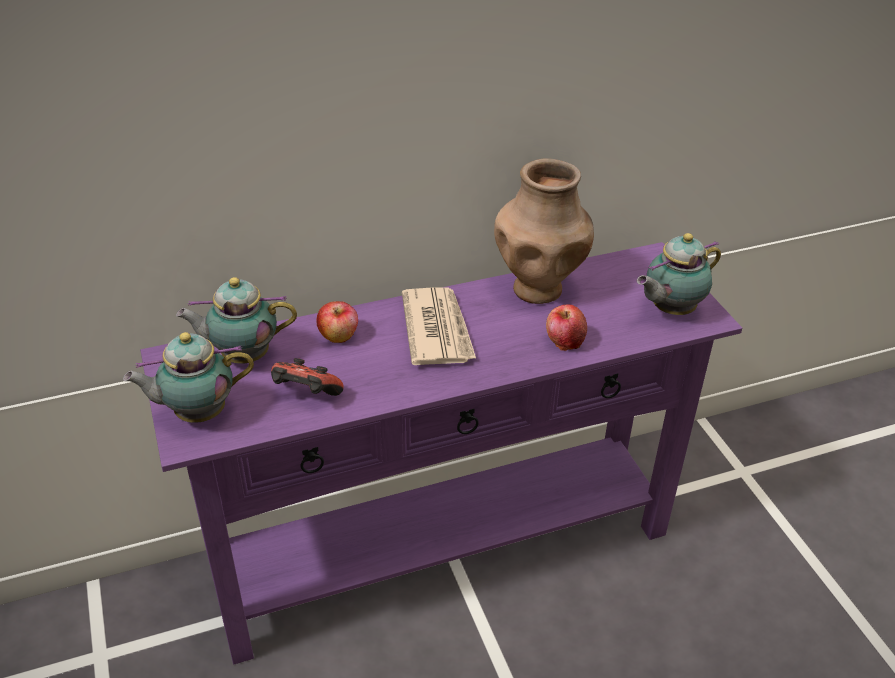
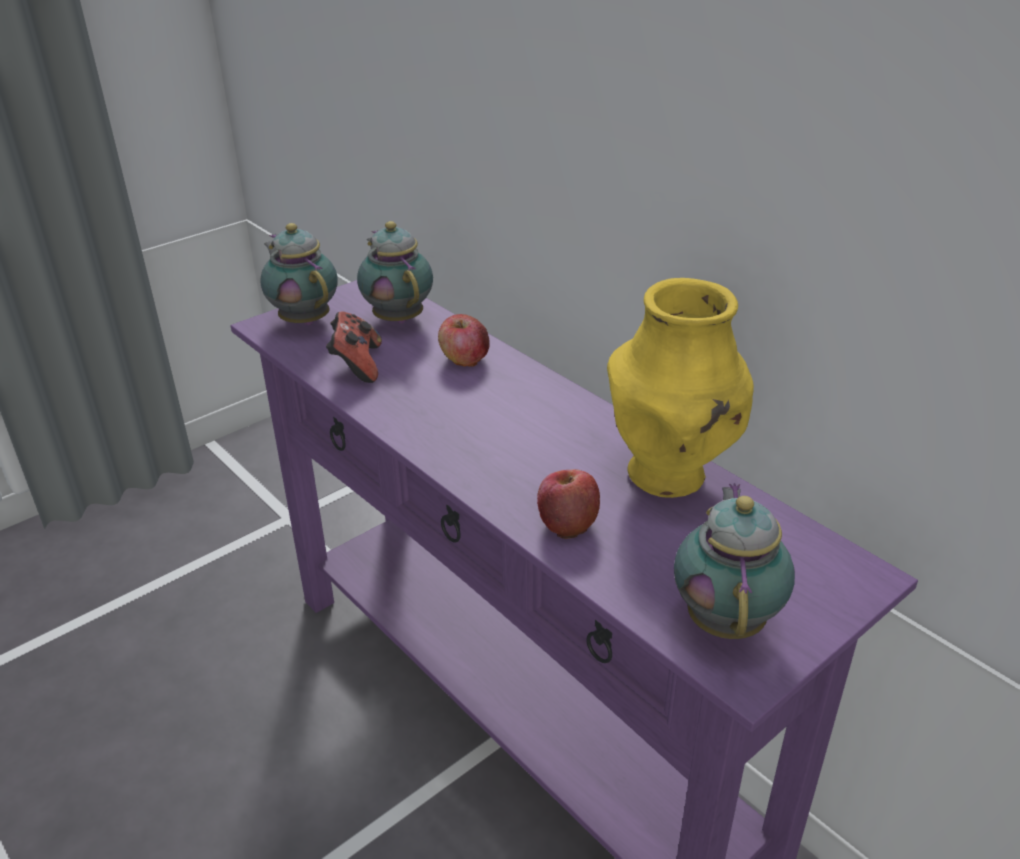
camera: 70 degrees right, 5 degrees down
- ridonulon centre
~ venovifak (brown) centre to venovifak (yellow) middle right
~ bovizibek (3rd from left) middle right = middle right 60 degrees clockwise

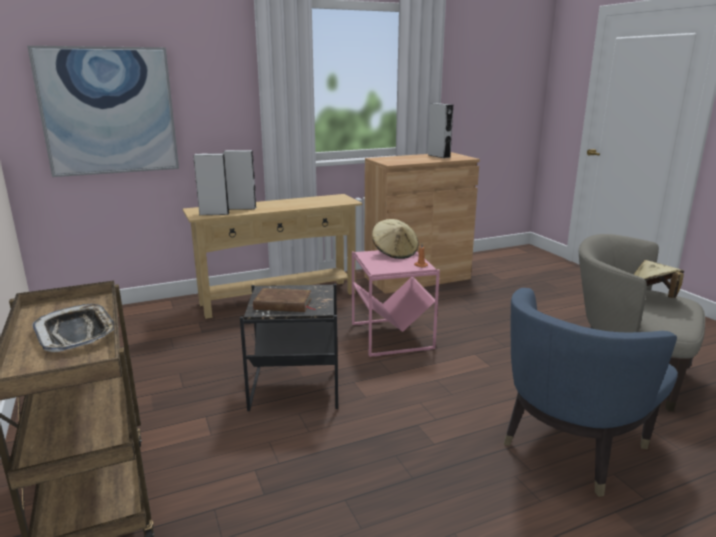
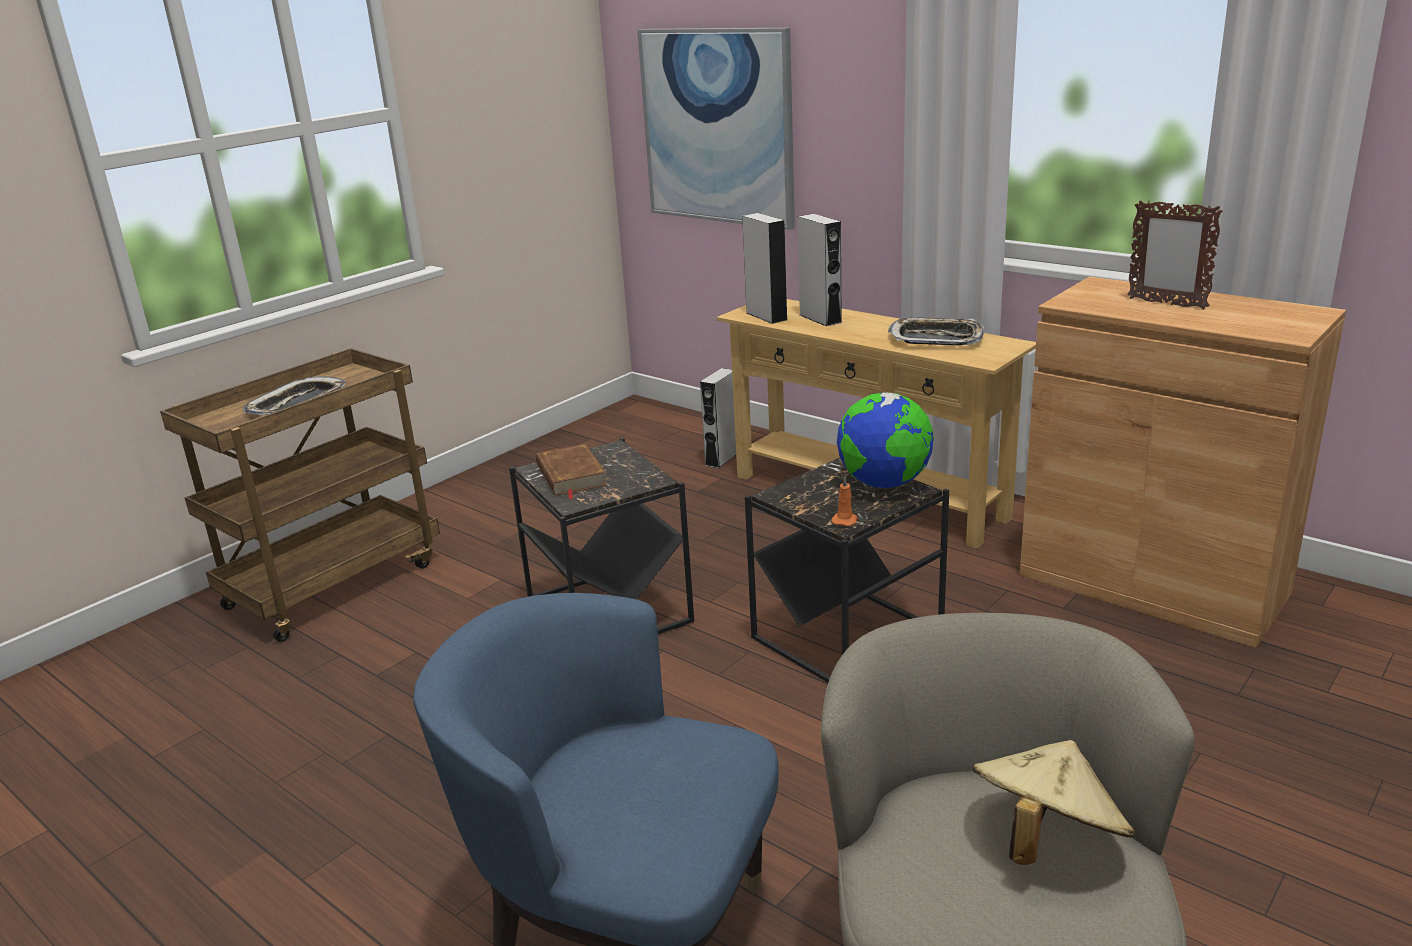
camera: 65 degrees right, 5 degrees up
~ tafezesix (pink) centre to tafezesix (black) (2nd from left) centre
~ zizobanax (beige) (1st from left) centre to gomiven centre
~ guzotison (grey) (3rd from left in the first image) top centre to guzotison (grey) (1st from left) centre
+ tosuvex (2nd from left) centre
+ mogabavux top right

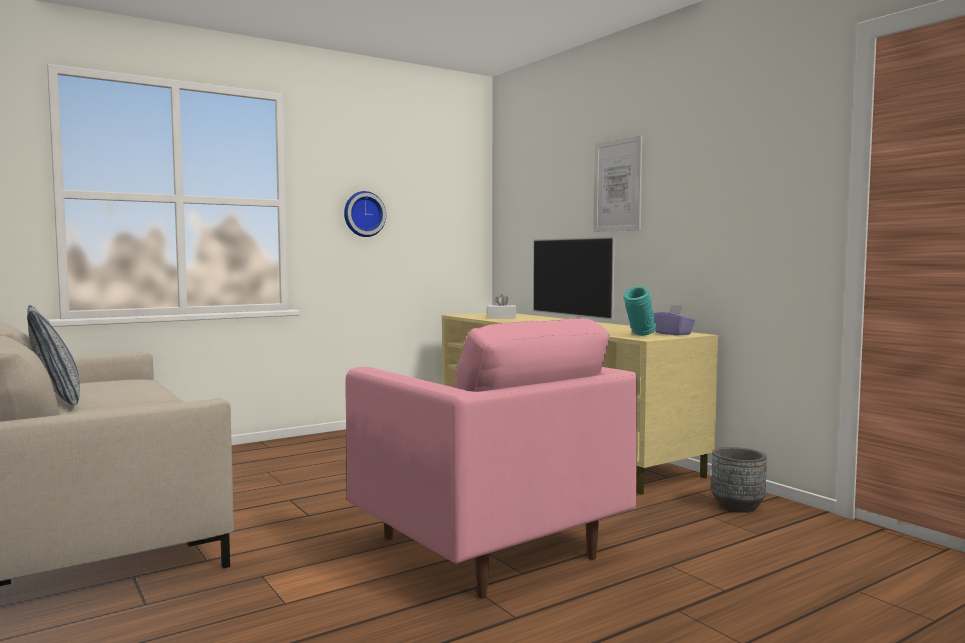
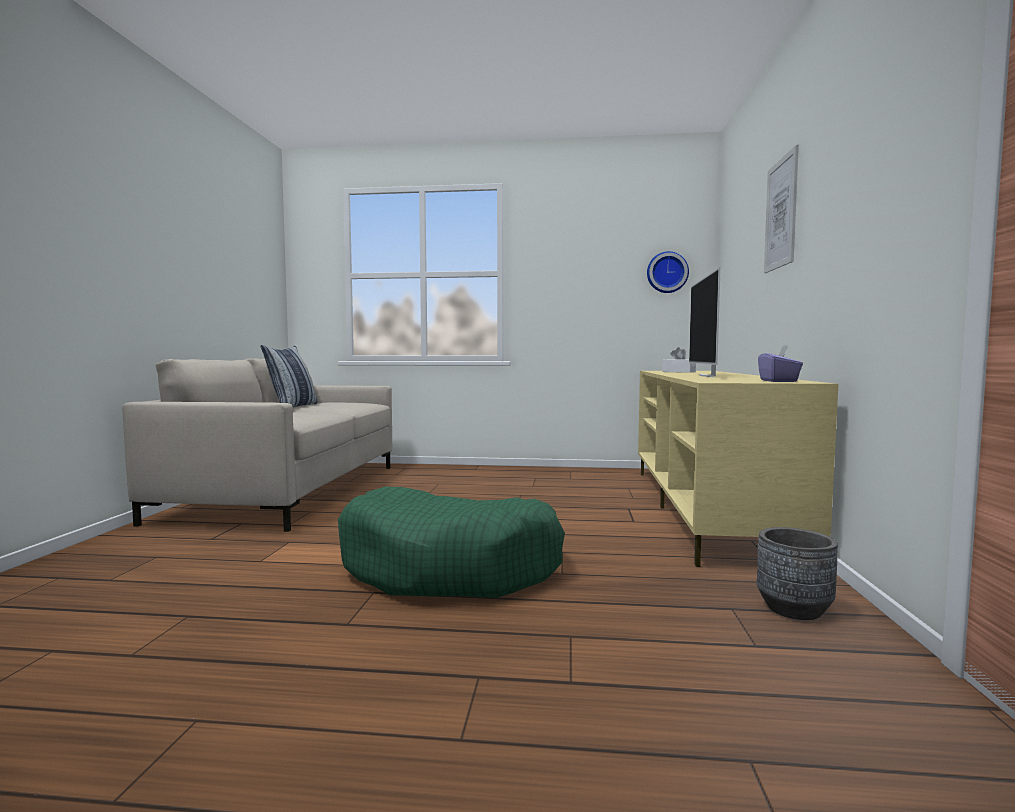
camera: 40 degrees right, 0 degrees up
~ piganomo top centre to centre
~ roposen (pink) bottom centre to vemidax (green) bottom centre
- venovifak (turquoise) centre

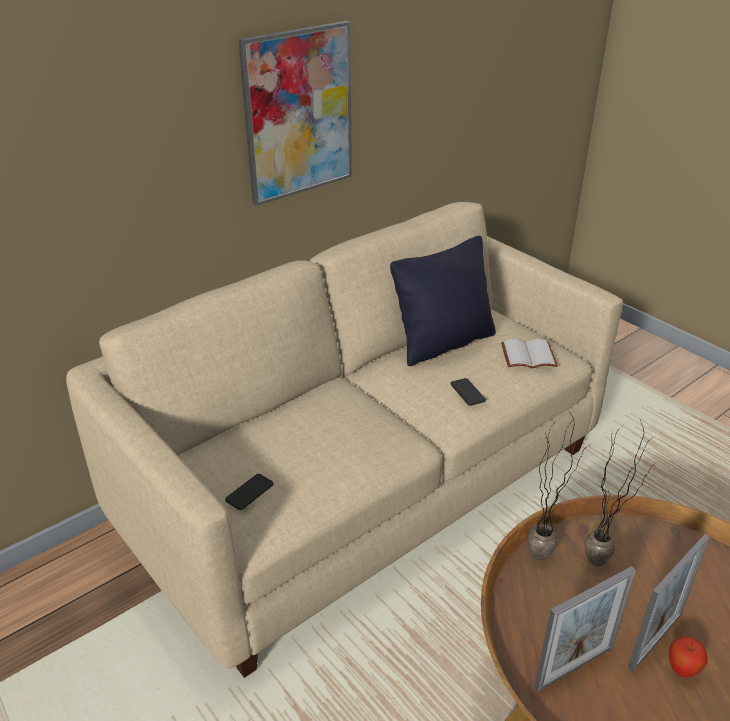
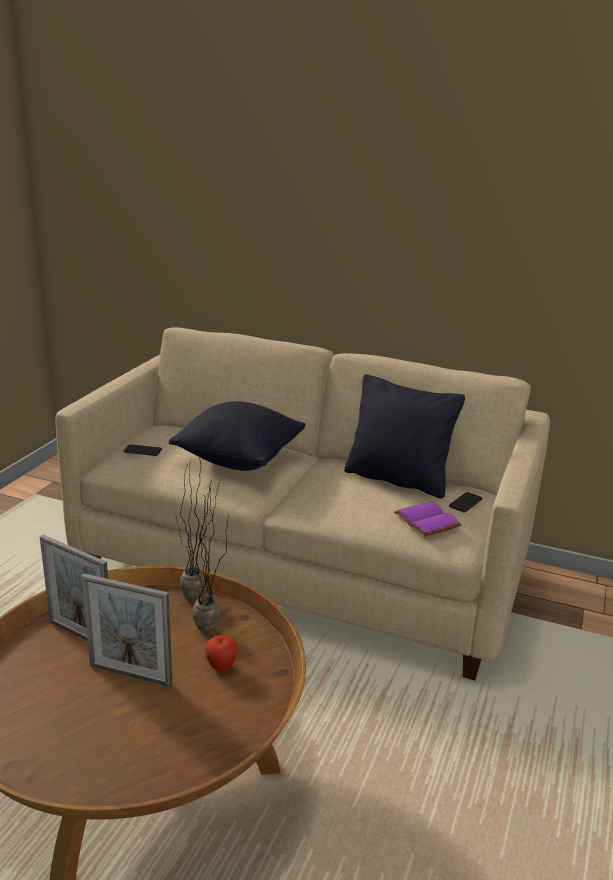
camera: 60 degrees right, 10 degrees down
- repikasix top centre
~ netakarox (2nd from left) centre to middle right
~ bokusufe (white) middle right to bokusufe (purple) middle right
~ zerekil bottom right to bottom centre
+ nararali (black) (1st from left) centre

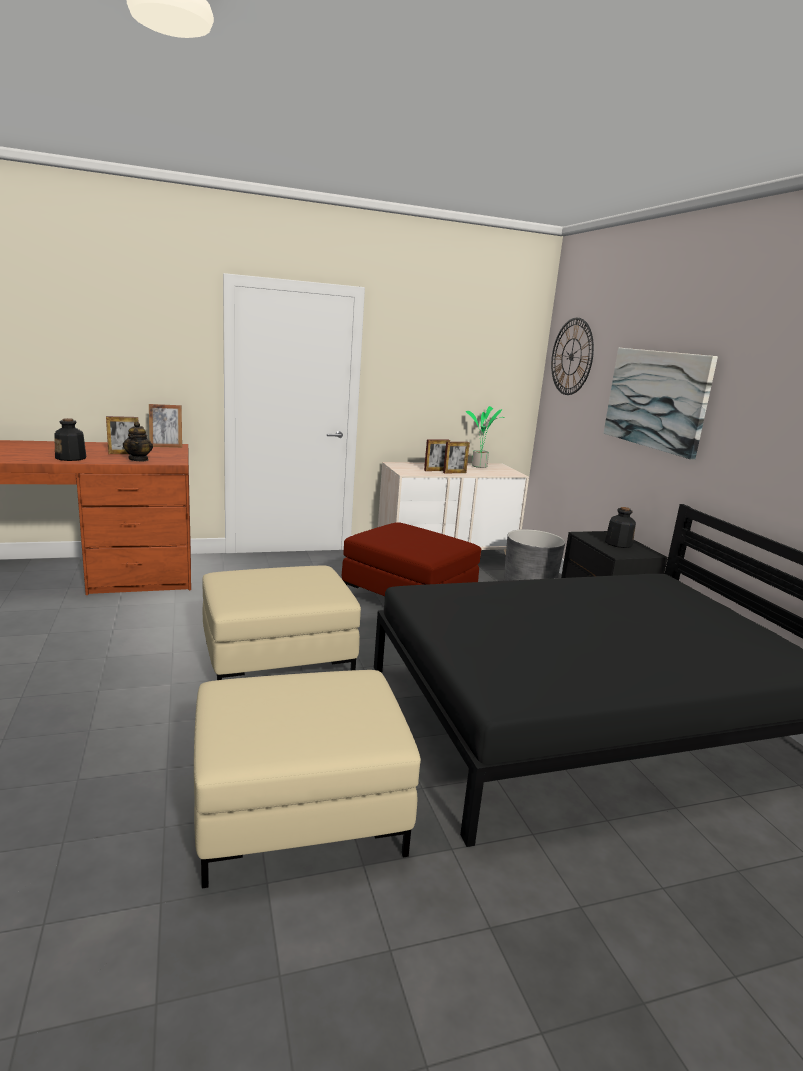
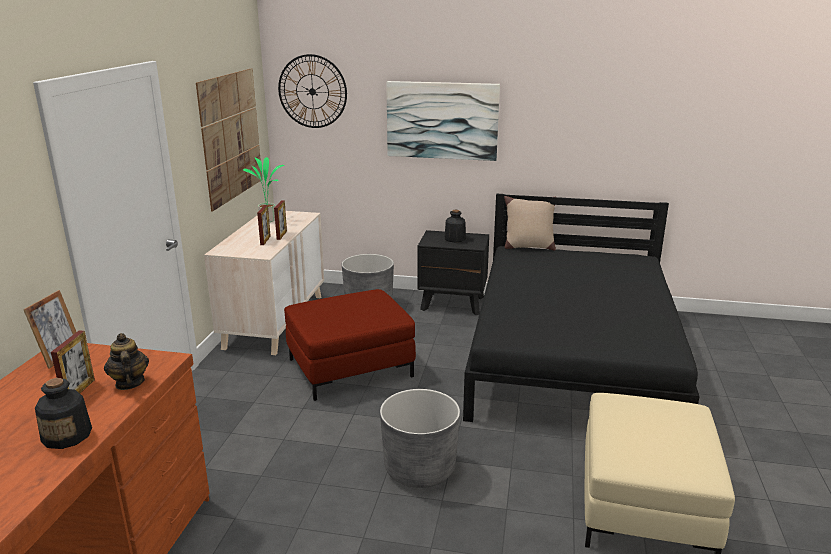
camera: 60 degrees left, 5 degrees up
~ bovizibek middle left = middle left 135 degrees counterclockwise
~ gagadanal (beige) (1st from left) centre to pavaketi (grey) (2nd from left) bottom centre
+ repikasix (1st from left) top left
+ nararali (beige) centre

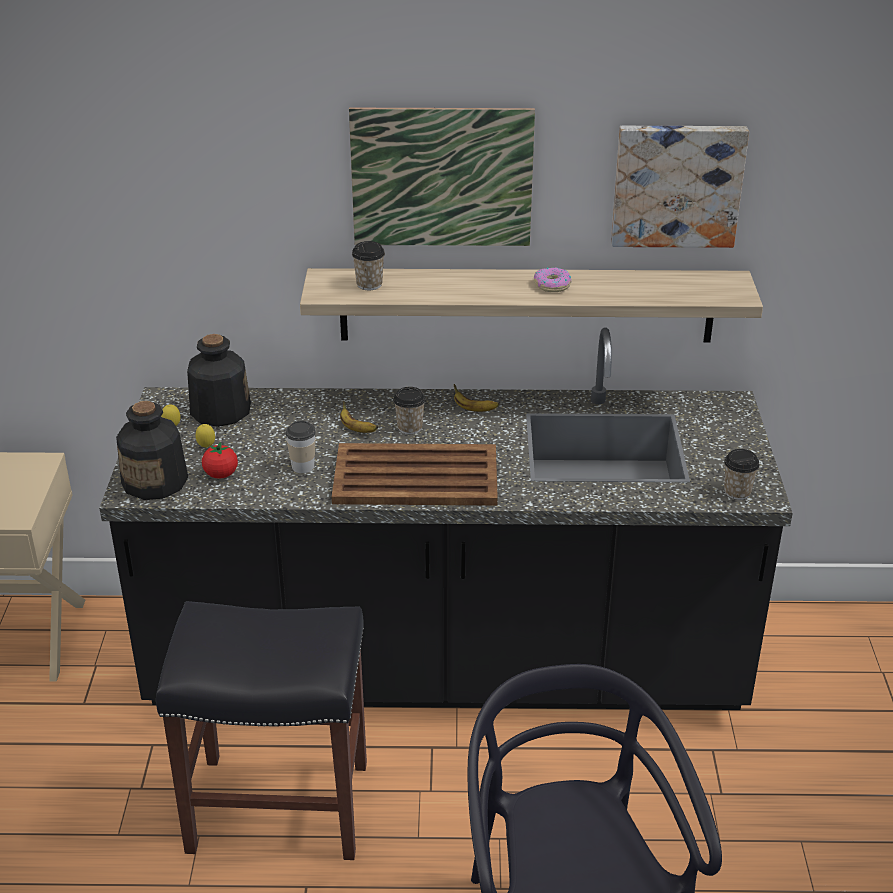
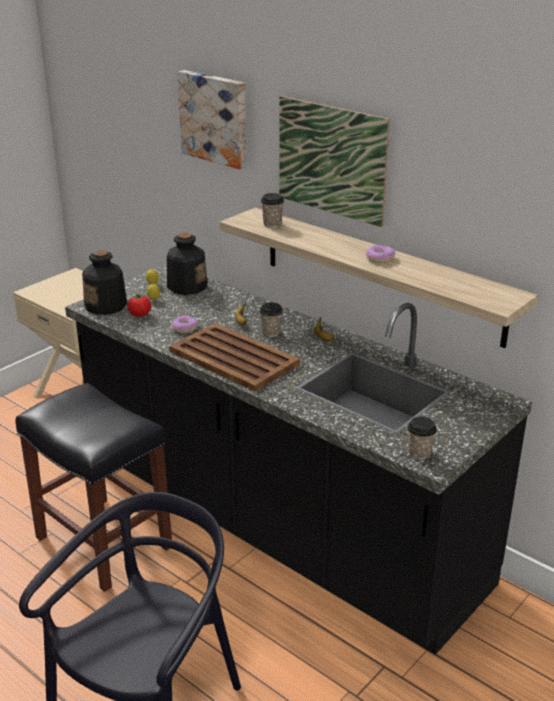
camera: 40 degrees right, 5 degrees down
~ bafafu (1st from left) centre to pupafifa (1st from left) centre
~ repikasix (2nd from left in the first image) top right to repikasix (1st from left) top centre

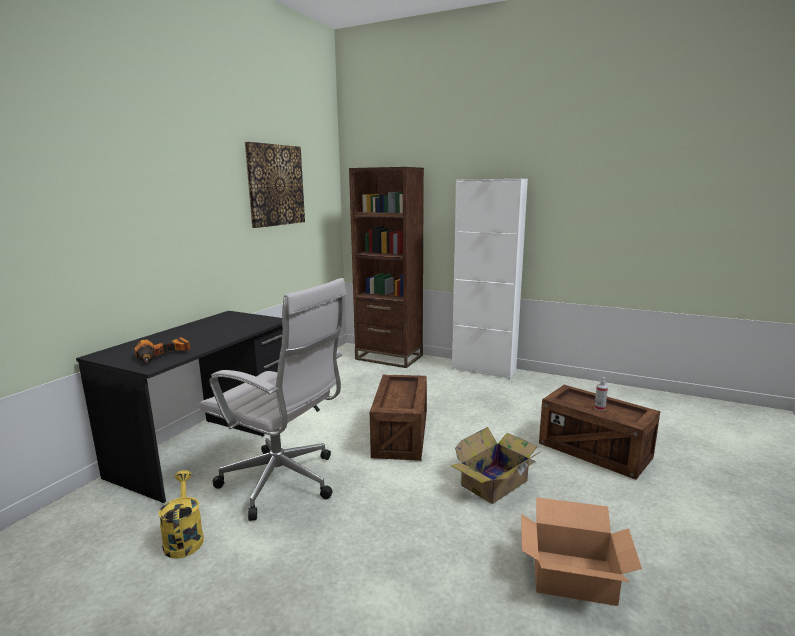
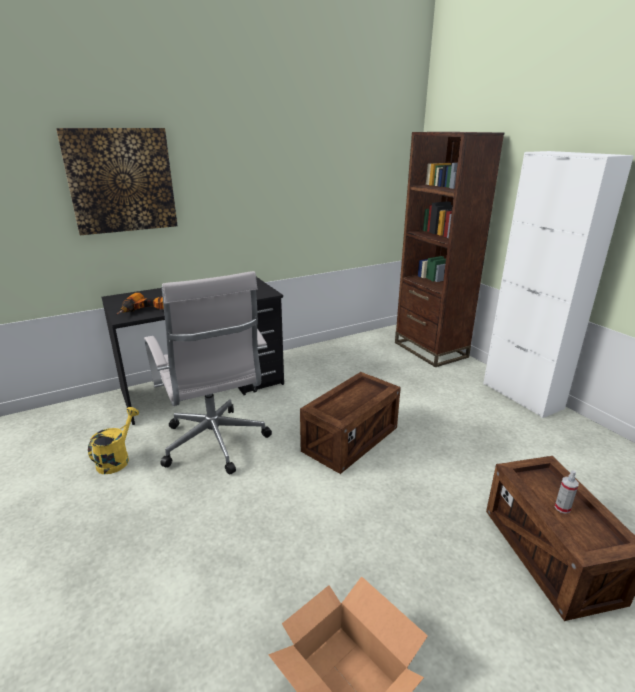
camera: 35 degrees right, 10 degrees up
~ repikasix top centre to top left
- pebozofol (1st from left) bottom centre

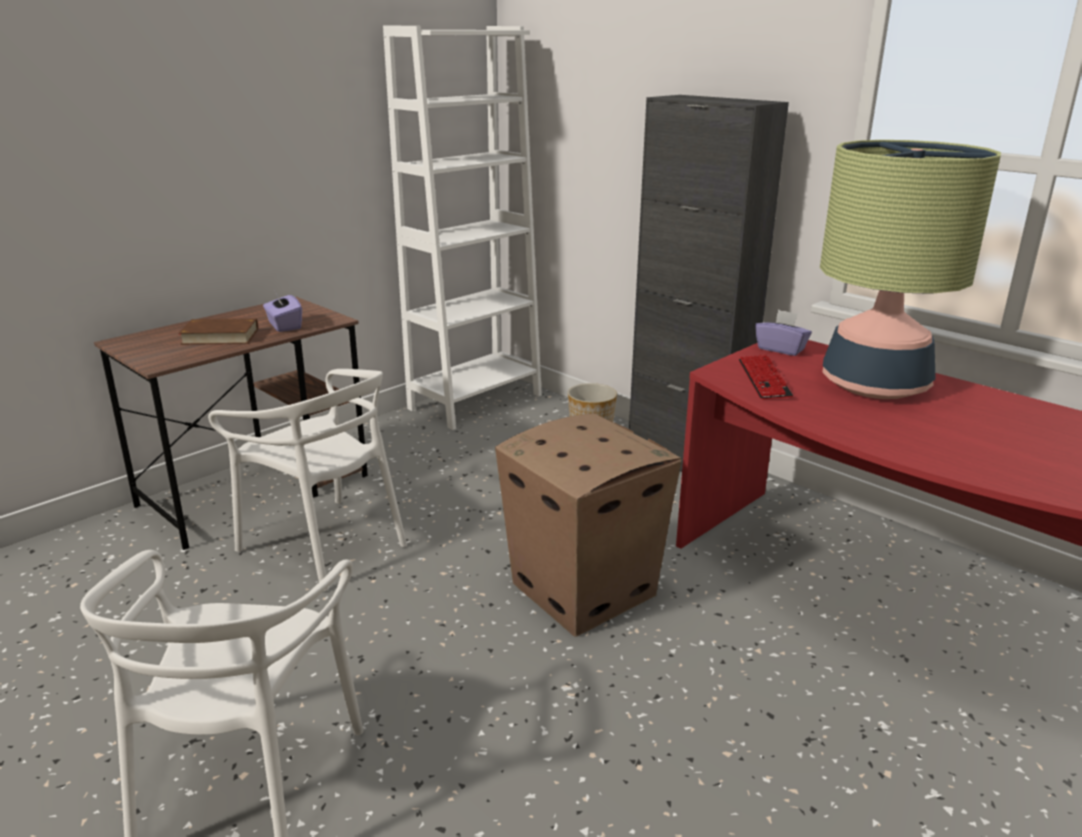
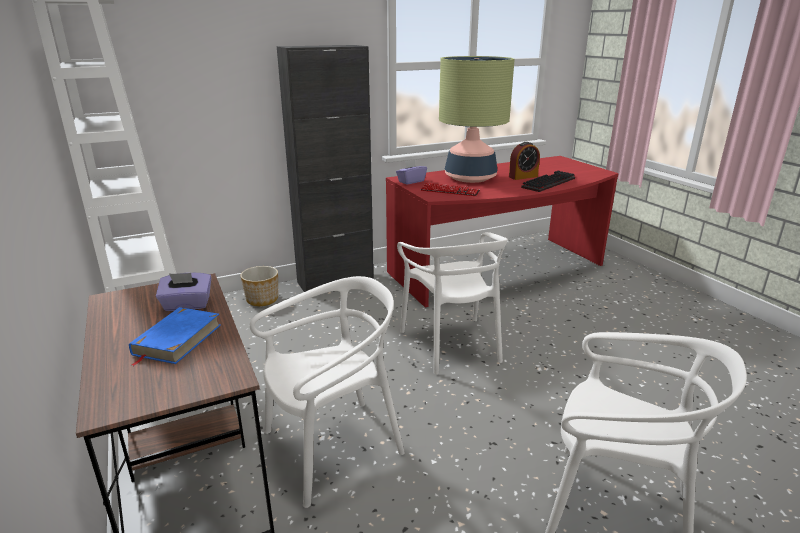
camera: 70 degrees left, 0 degrees up
~ bokusufe (brown) middle left to bokusufe (blue) middle left
~ pebozofol centre to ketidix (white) (2nd from left) centre
+ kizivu top centre
+ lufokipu (2nd from left) middle right

